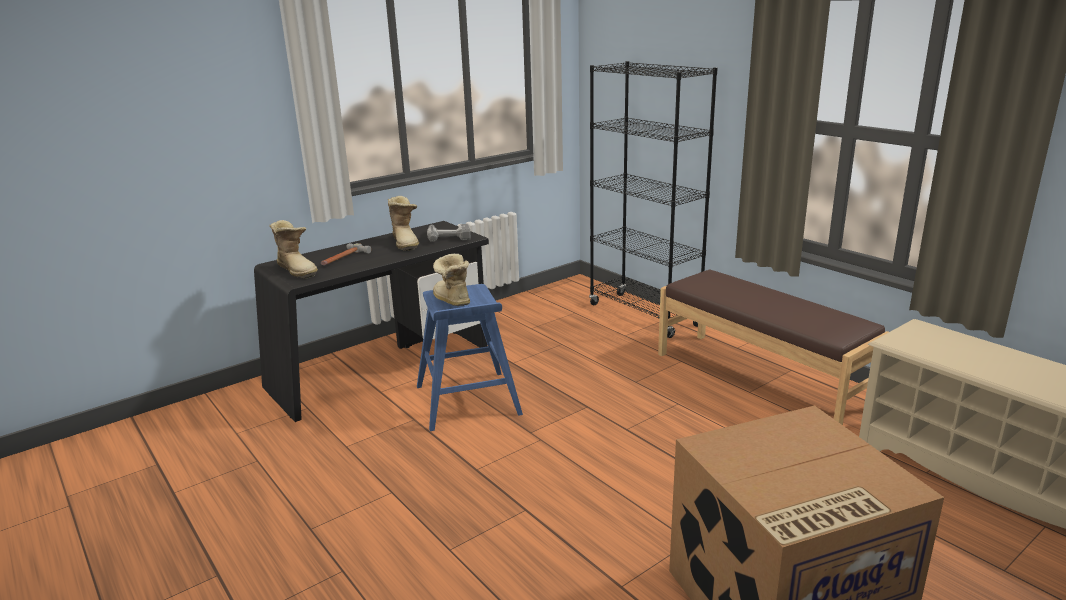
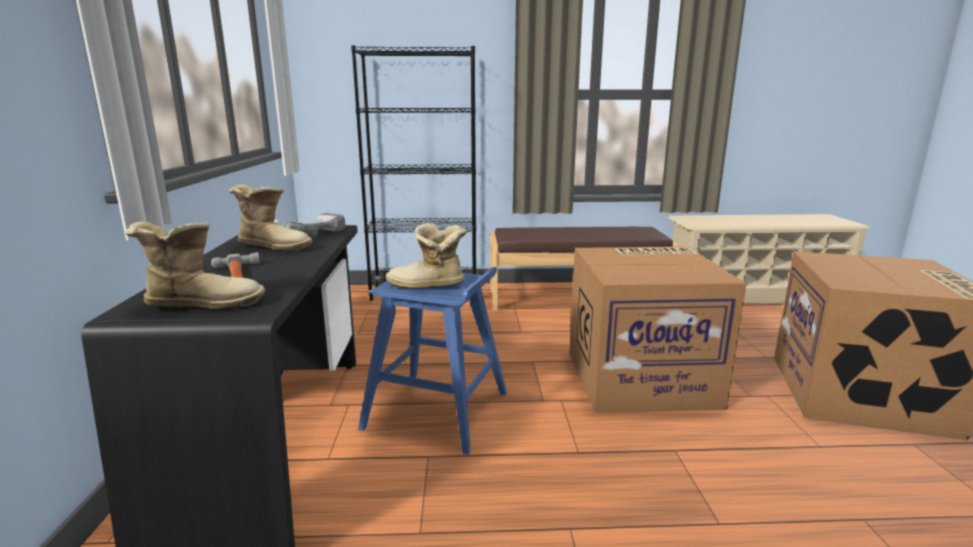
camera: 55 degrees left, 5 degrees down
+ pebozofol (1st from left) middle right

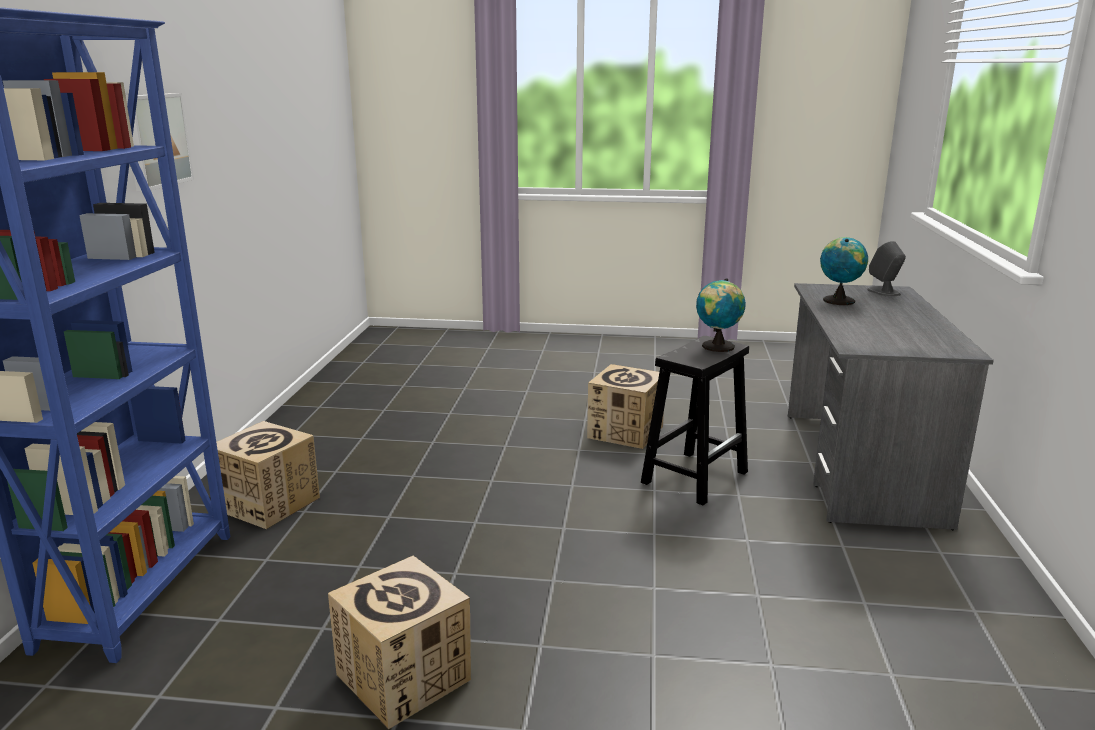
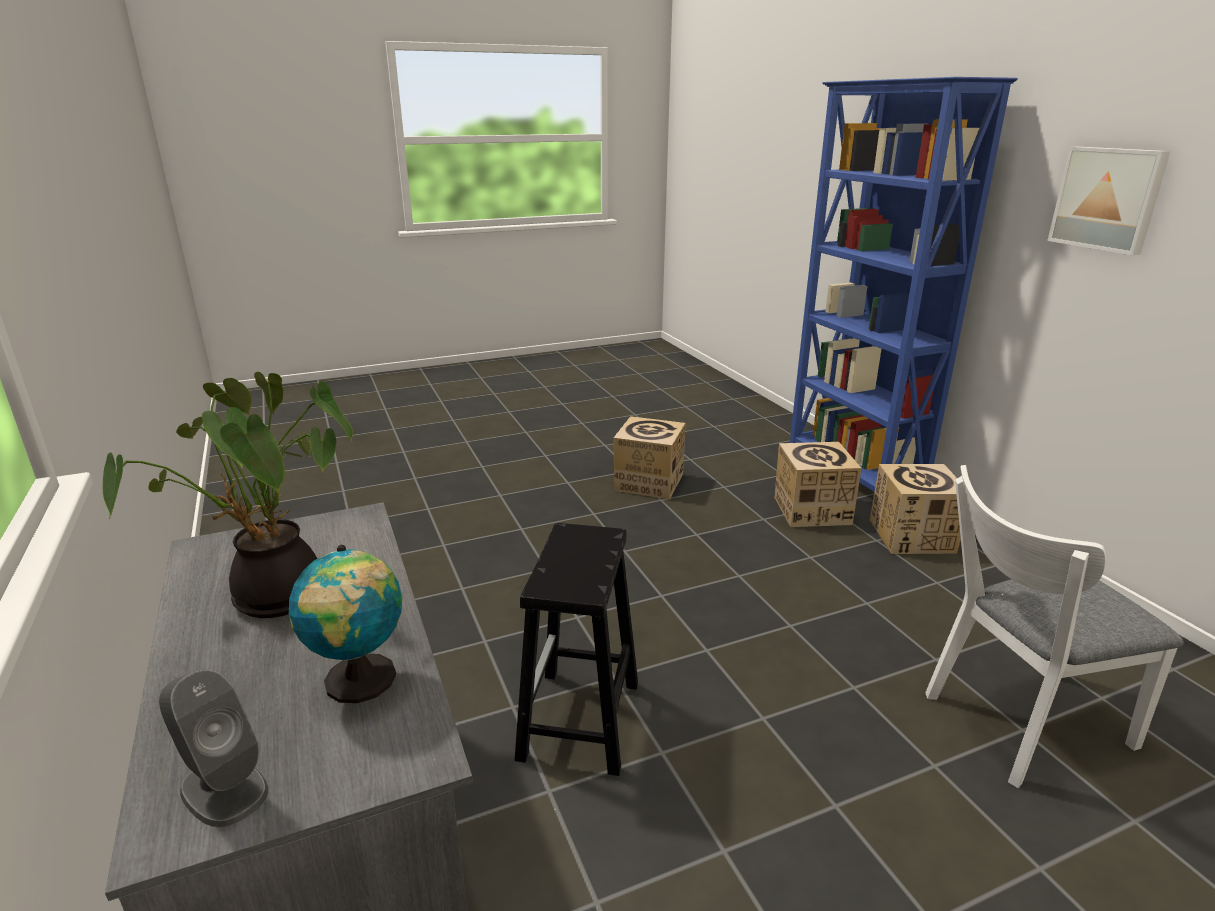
camera: 150 degrees right, 5 degrees up
~ pebozofol (3rd from left in the first image) centre to pebozofol (2nd from left) middle right
- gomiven (1st from left) centre
+ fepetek middle left
+ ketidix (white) bottom right

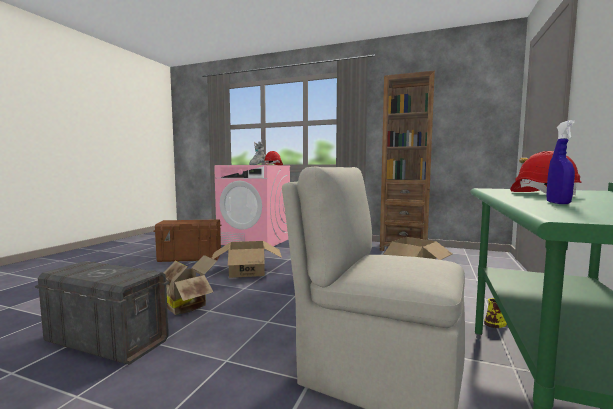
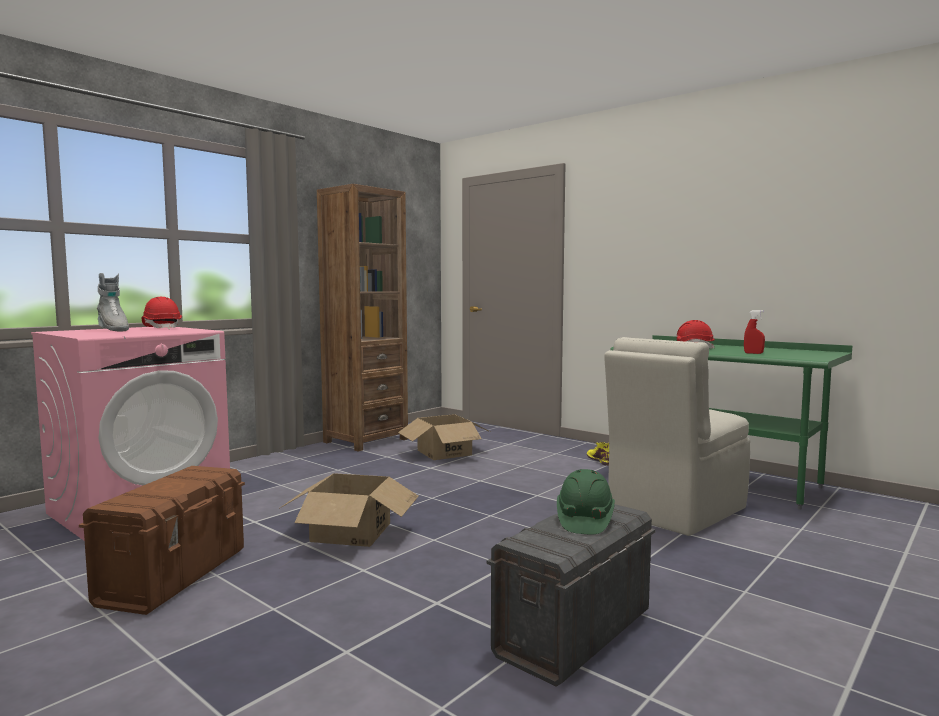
camera: 70 degrees left, 0 degrees up
- pebozofol (1st from left) bottom left
~ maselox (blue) middle right to maselox (red) middle right
+ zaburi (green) bottom centre

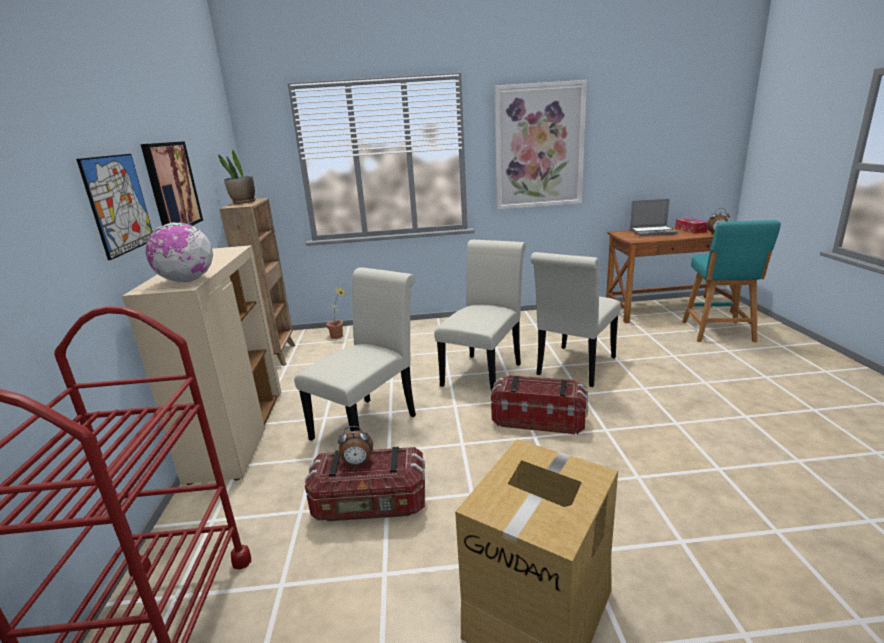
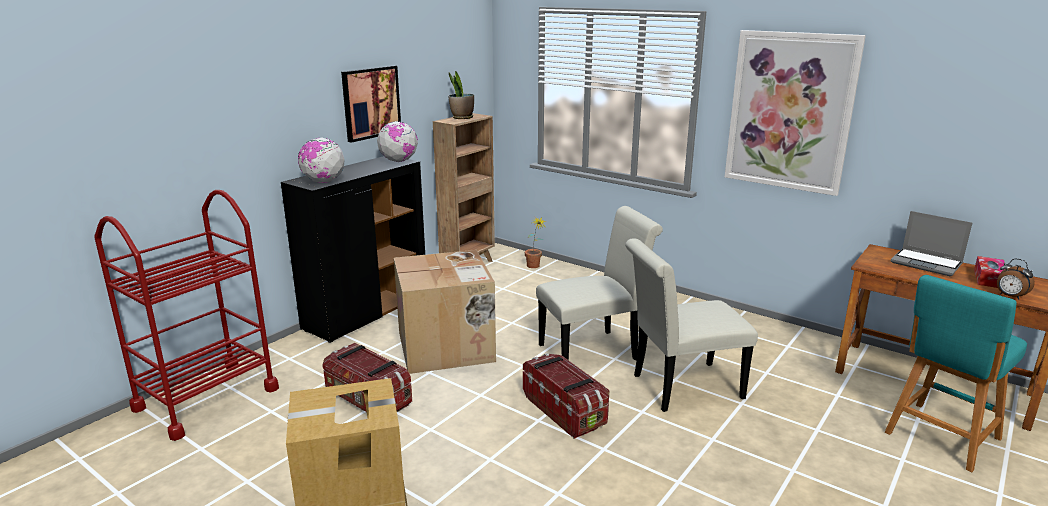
camera: 40 degrees right, 0 degrees up
- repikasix (1st from left) top left
~ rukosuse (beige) middle left to rukosuse (black) centre
~ ketidix (white) (1st from left) centre to pebozofol (2nd from left) centre
- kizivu (1st from left) bottom centre
+ gomiven (2nd from left) top centre

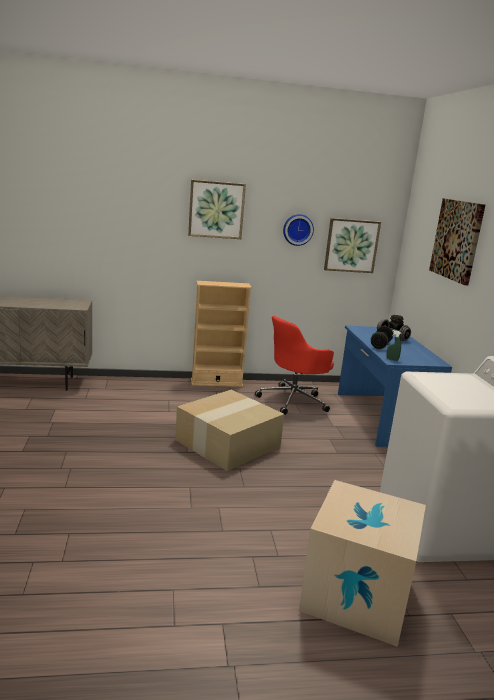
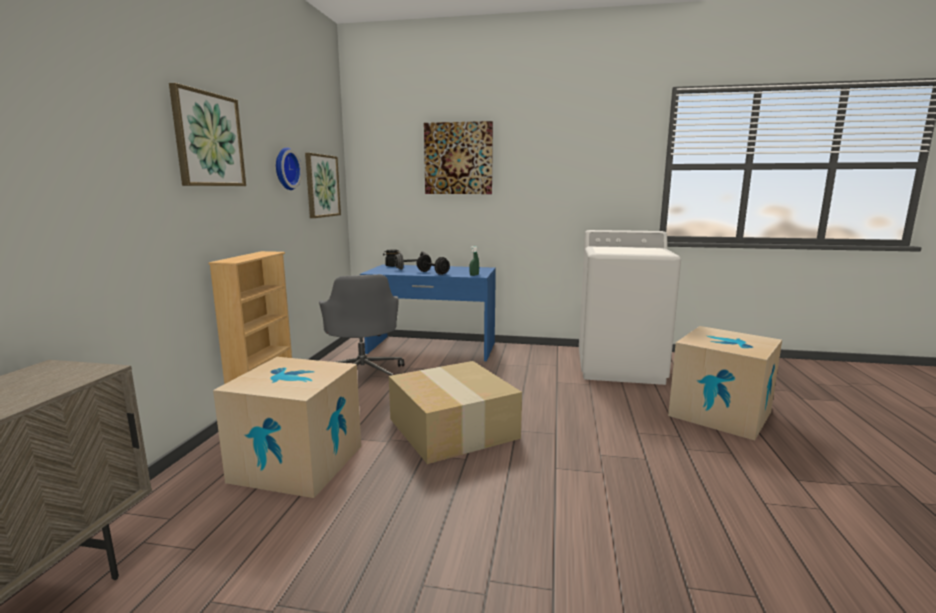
camera: 70 degrees left, 5 degrees down
~ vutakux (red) centre to vutakux (grey) centre
+ pebozofol (1st from left) bottom left

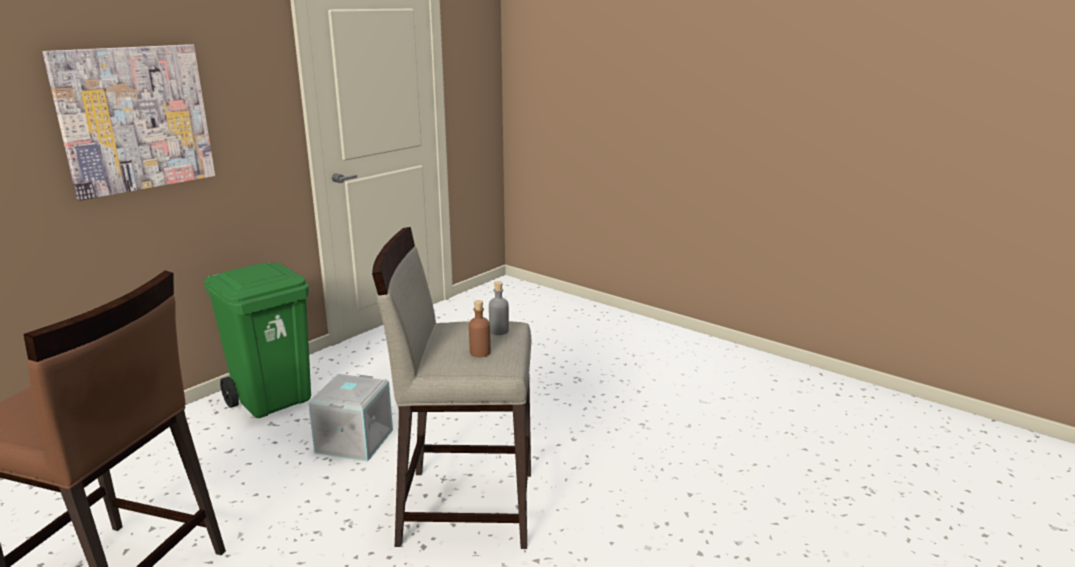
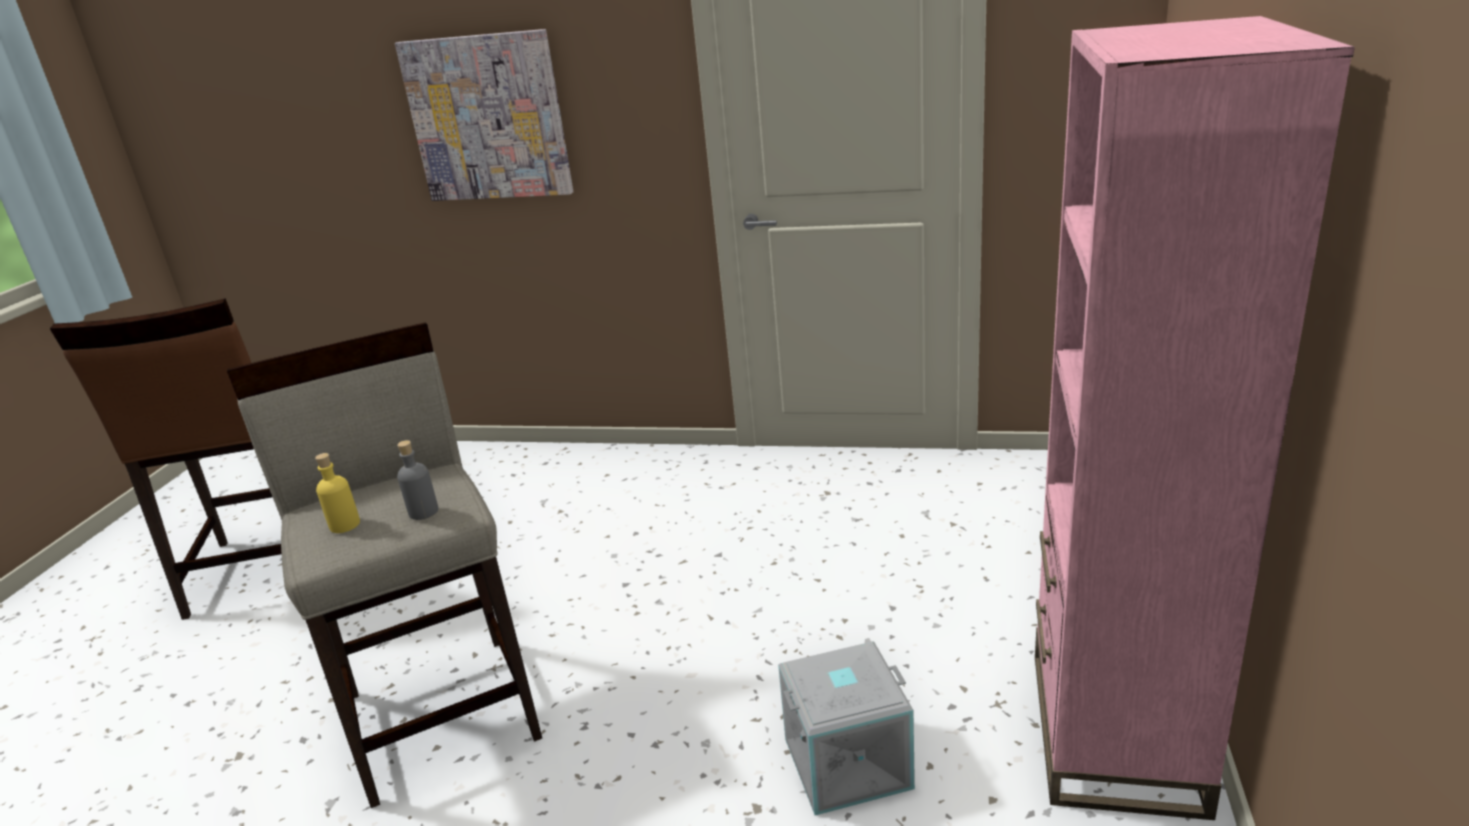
camera: 65 degrees right, 5 degrees up
- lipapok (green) middle left
~ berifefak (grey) bottom left to bottom centre
~ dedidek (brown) centre to dedidek (yellow) middle left
+ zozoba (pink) middle right

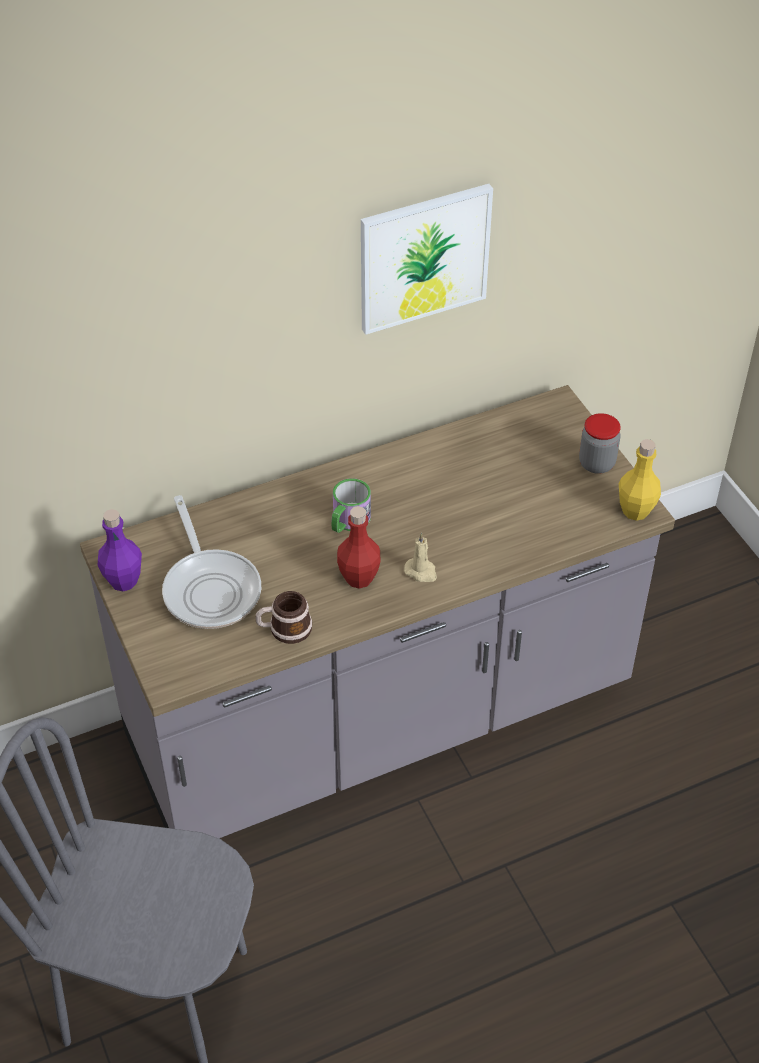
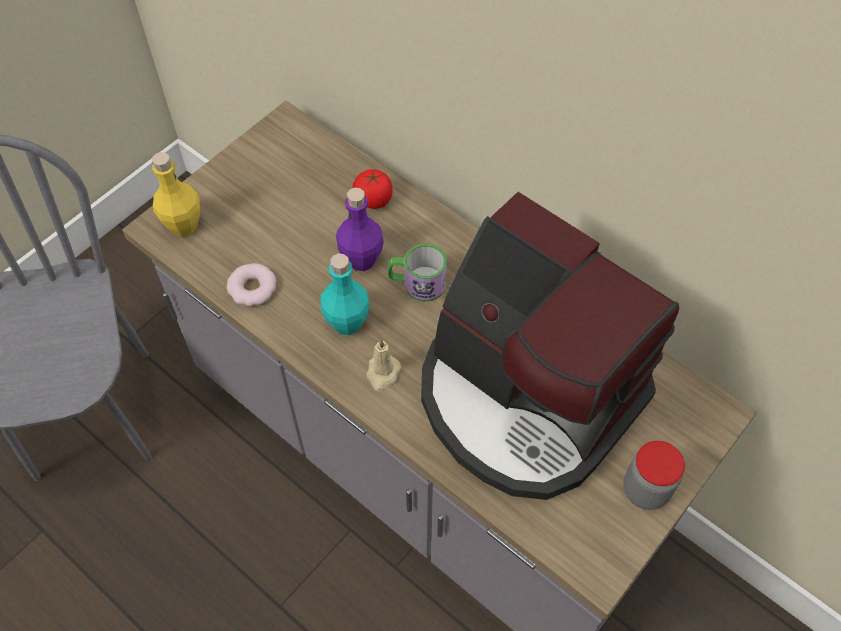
camera: 65 degrees right, 10 degrees up
~ dedidek (purple) middle left to centre
- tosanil middle left
~ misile (1st from left) centre to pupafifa middle left
~ dedidek (red) centre to dedidek (turquoise) centre
- repikasix top centre
~ dedidek (yellow) middle right to top left
+ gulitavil top centre
+ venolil centre

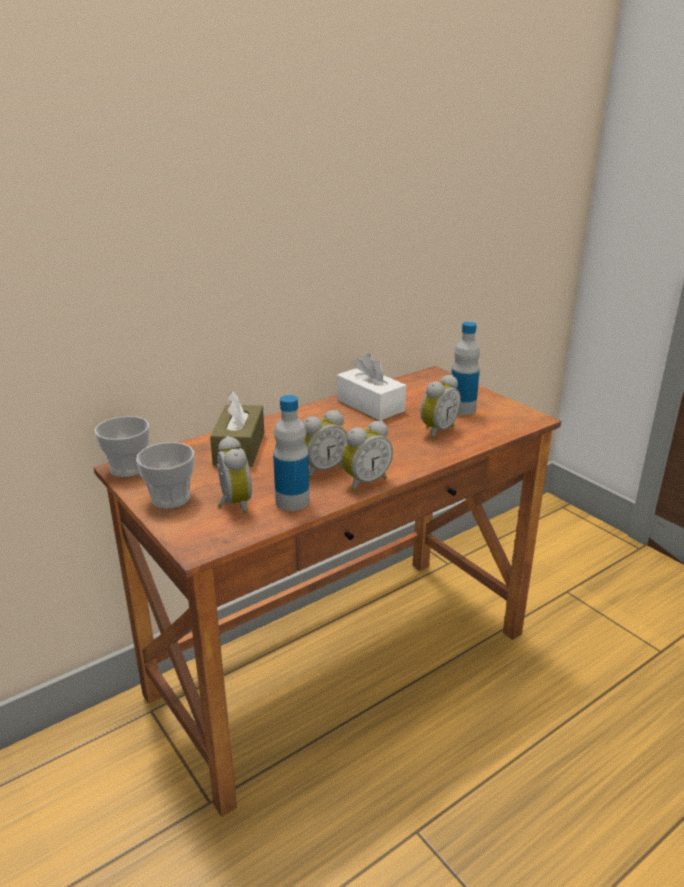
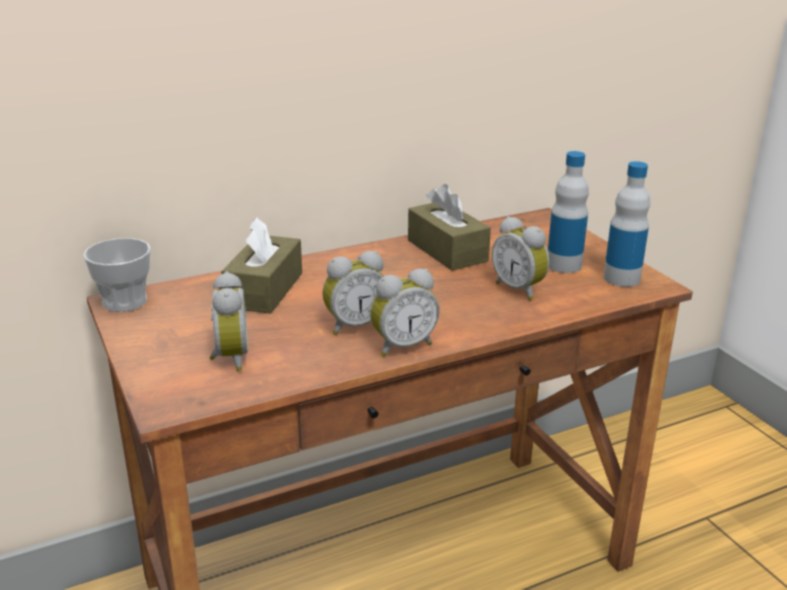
camera: 10 degrees right, 0 degrees up
- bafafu (2nd from left) middle left
~ dedidek (1st from left in the first image) centre to dedidek (2nd from left) middle right
~ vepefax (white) centre to vepefax (brown) (2nd from left) centre
~ kizivu (4th from left) centre = centre 90 degrees clockwise

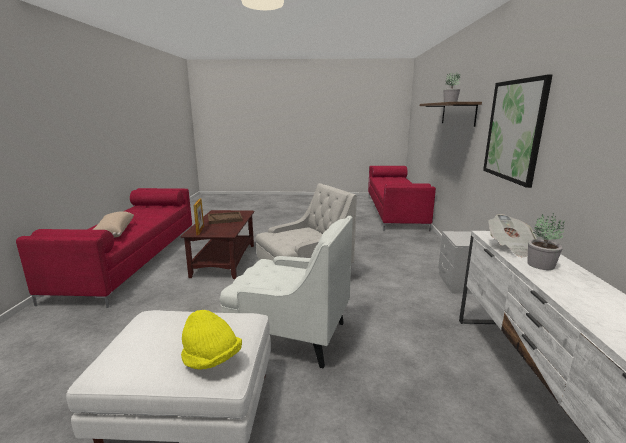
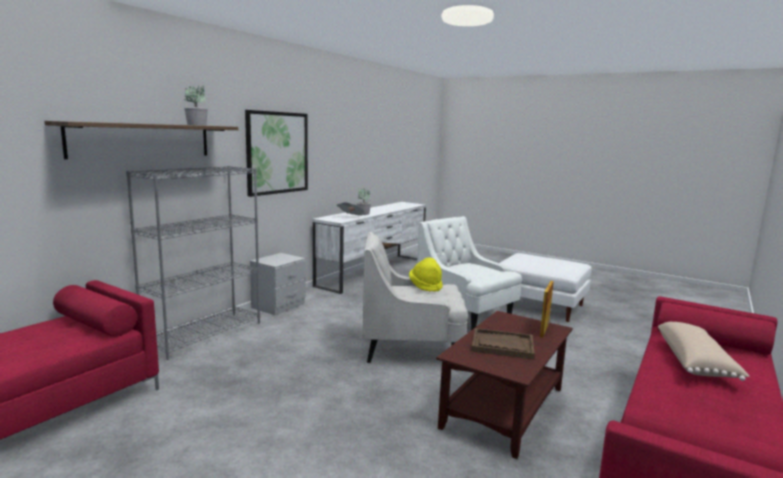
camera: 150 degrees left, 5 degrees down
~ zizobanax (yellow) bottom centre to centre
+ zozoba (grey) middle left

